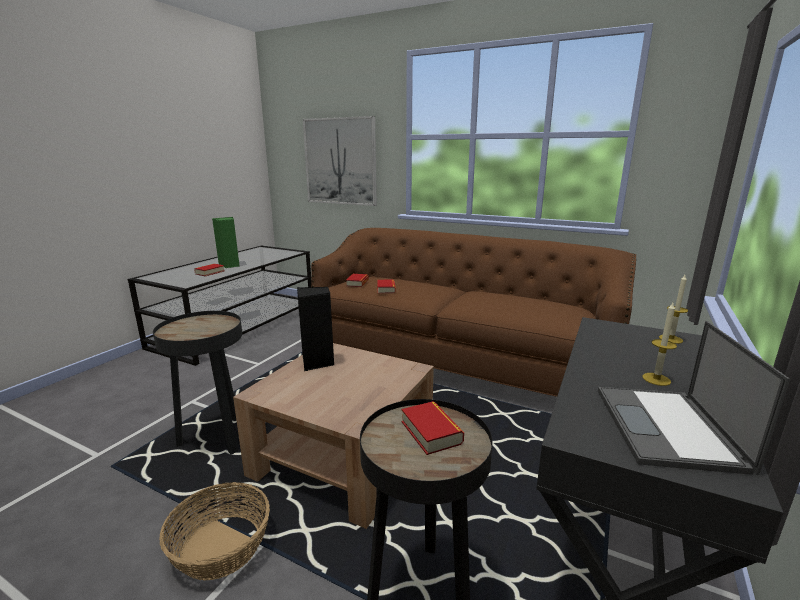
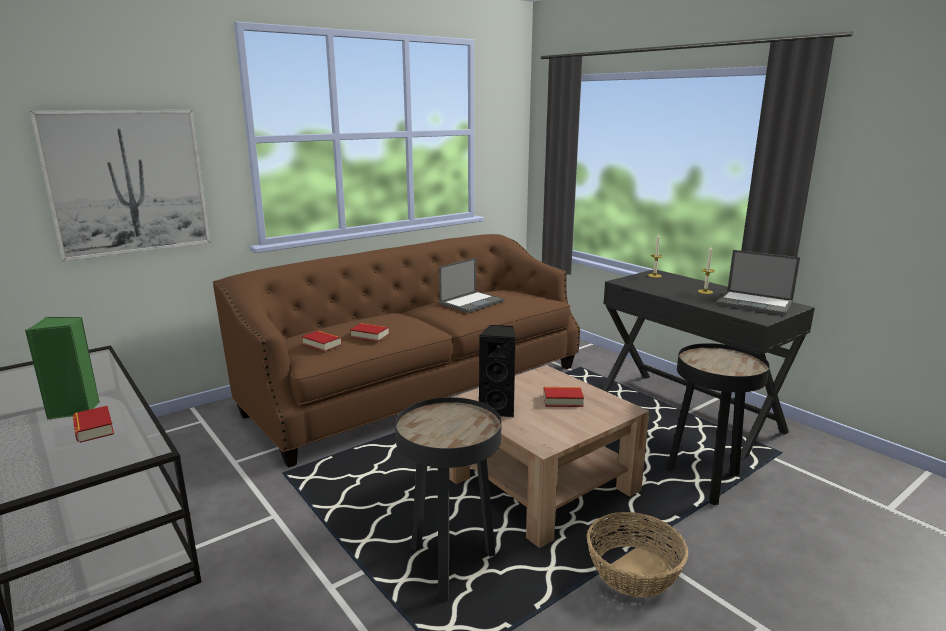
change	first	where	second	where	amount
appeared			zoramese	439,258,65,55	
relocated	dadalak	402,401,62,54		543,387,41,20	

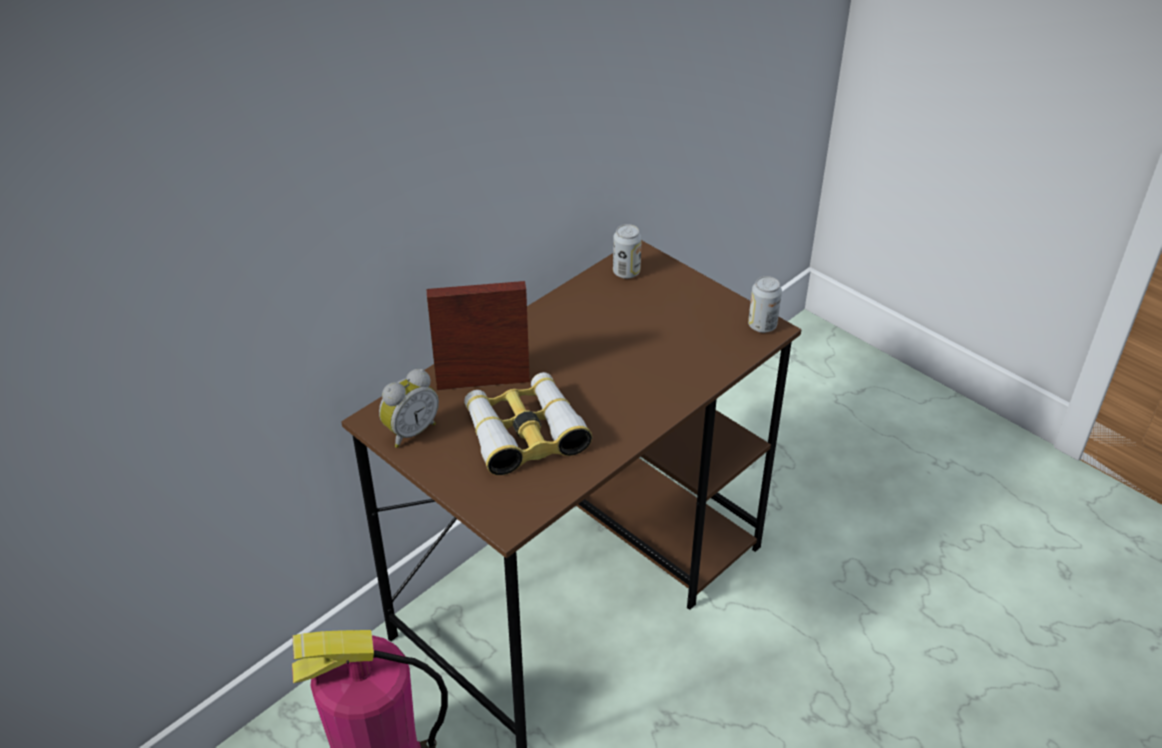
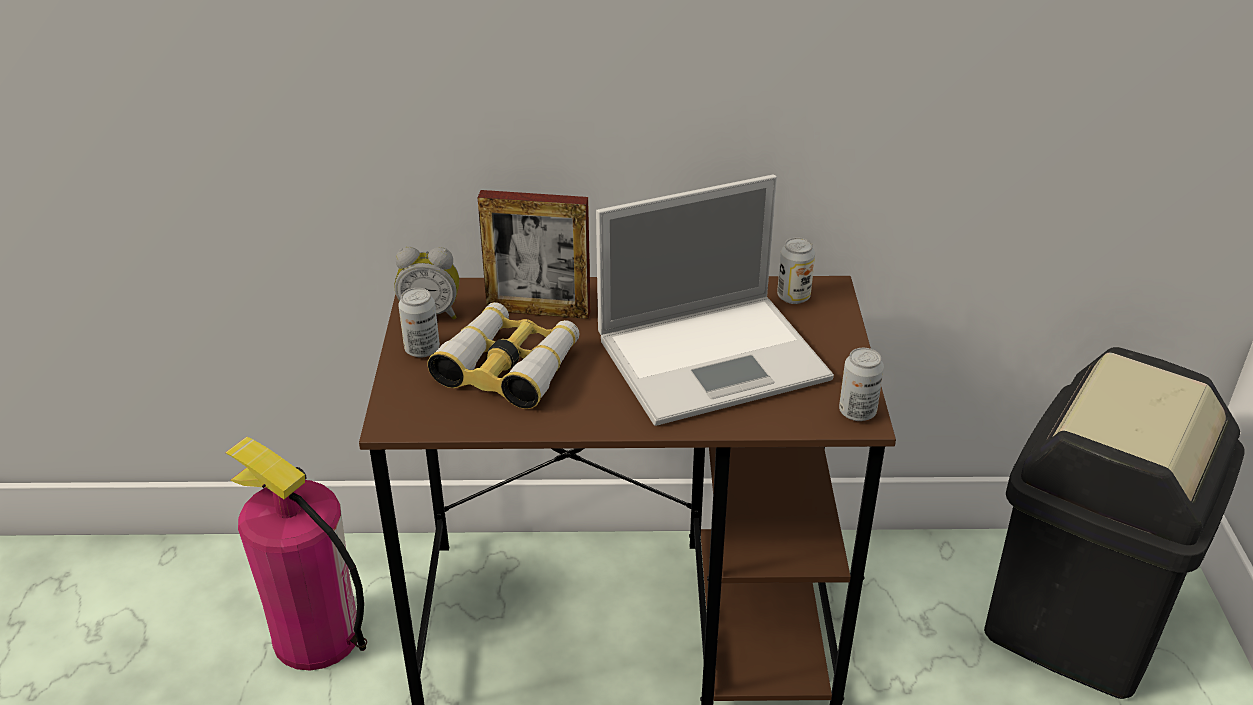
change	first	where	second	where	amount
appeared			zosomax	398,288,42,70	
spun	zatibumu	426,281,104,109		477,190,114,129	150 degrees clockwise
appeared			zoramese	596,175,238,251	
appeared			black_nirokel	984,347,261,352	

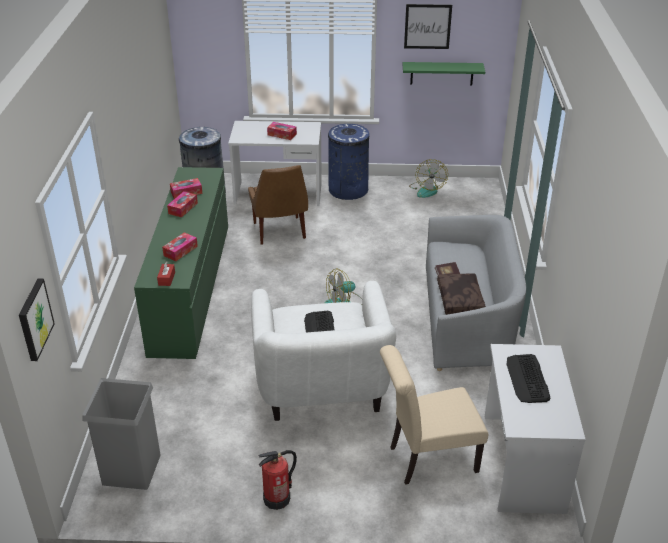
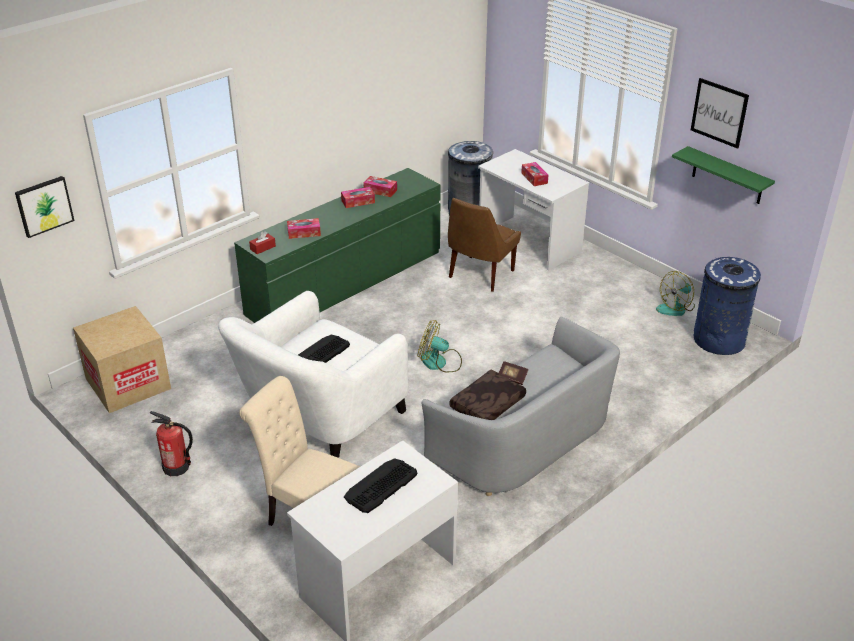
change	first	where	second	where	amount
exchanged	grey_nirokel	82,378,79,112	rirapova	73,306,98,107	
relocated	blue_nirokel	328,124,42,76		694,257,67,98	

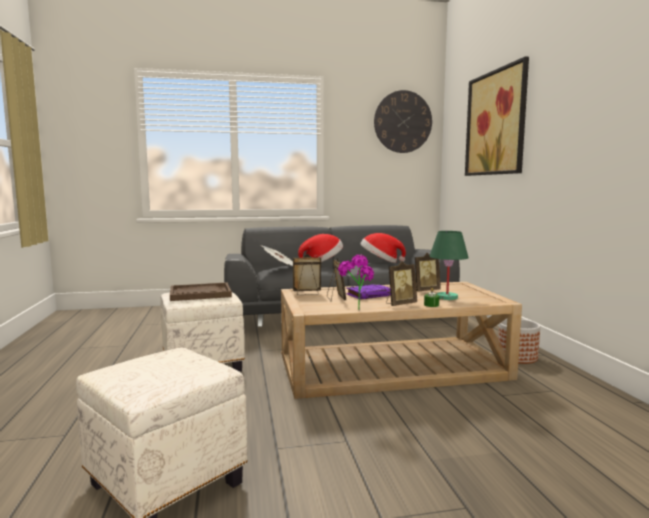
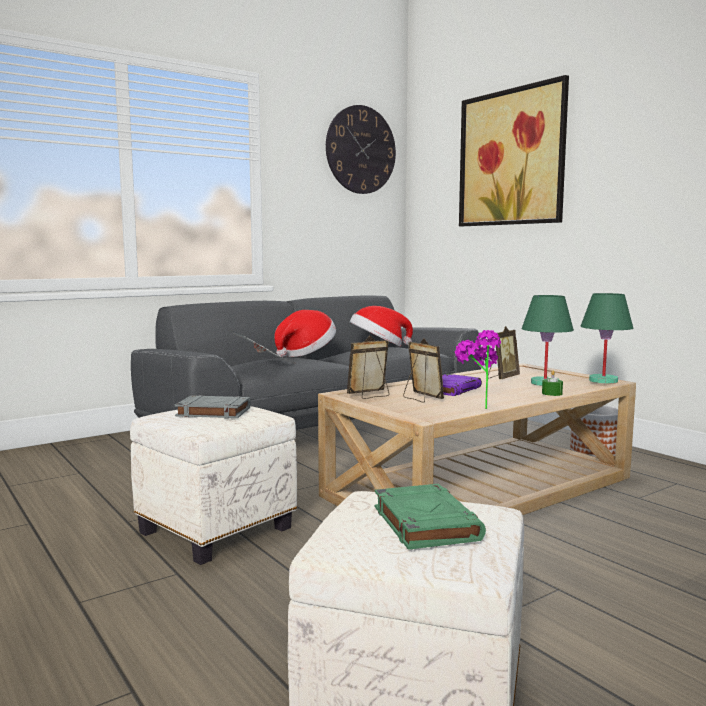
change	first	where	second	where	amount
exchanged	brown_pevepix	170,282,62,19	grey_dadalak	175,395,76,24	
appeared			green_dadalak	375,484,111,66	
appeared			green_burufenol	580,293,53,91	
missing	zatibumu	386,261,31,45			

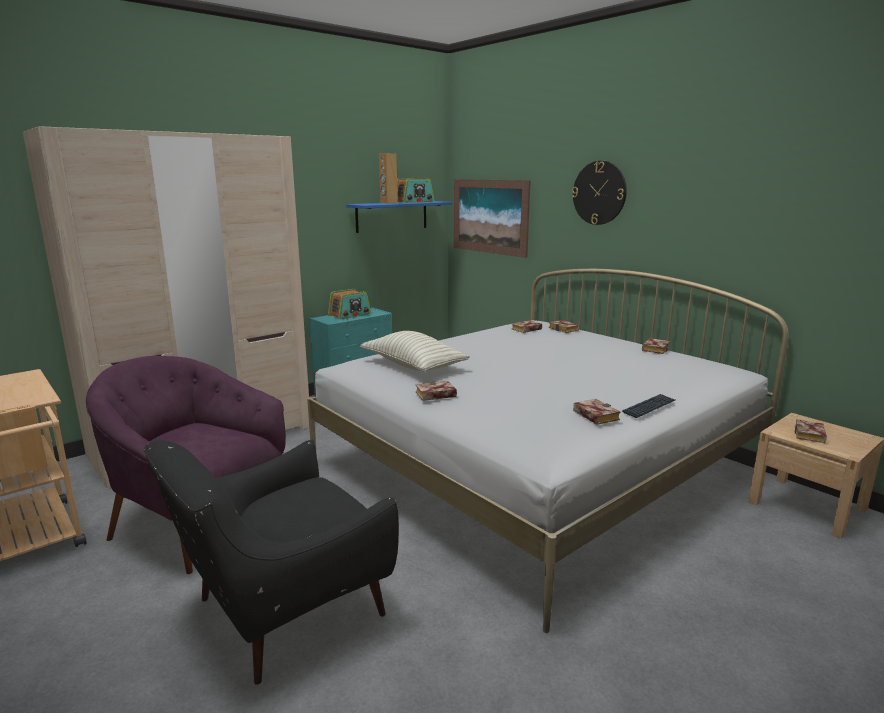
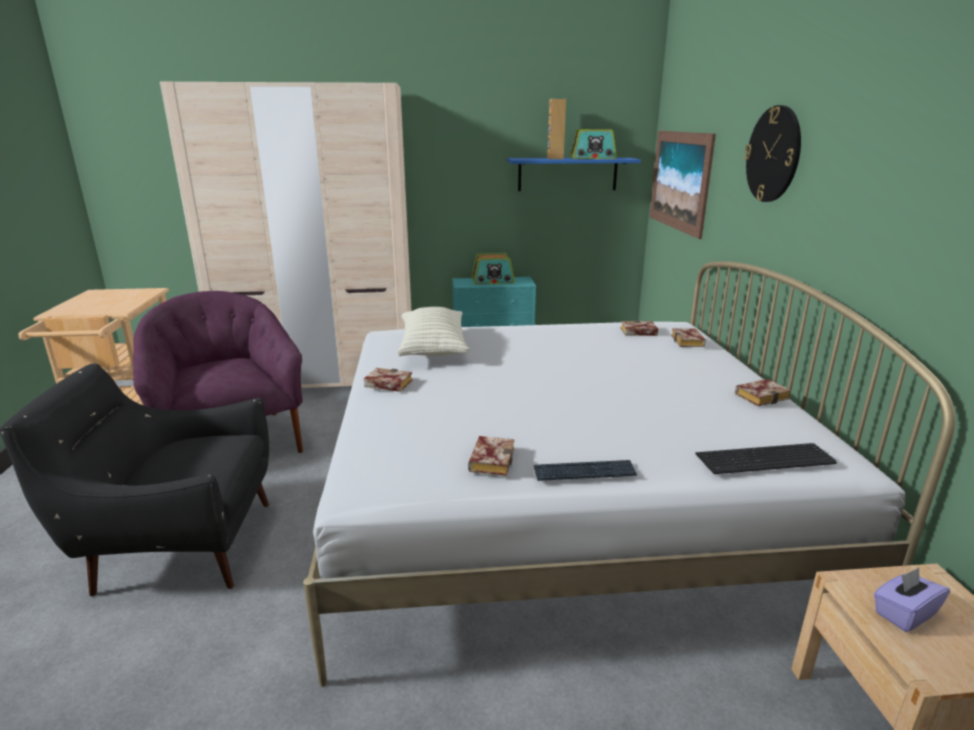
change	first	where	second	where	amount
appeared			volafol	695,443,142,31	
exchanged	dadalak	795,419,32,24	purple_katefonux	874,568,76,64	

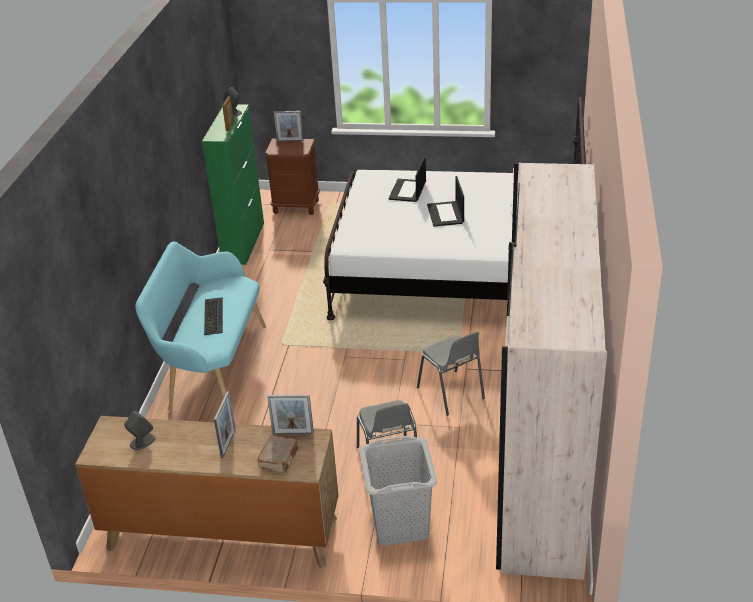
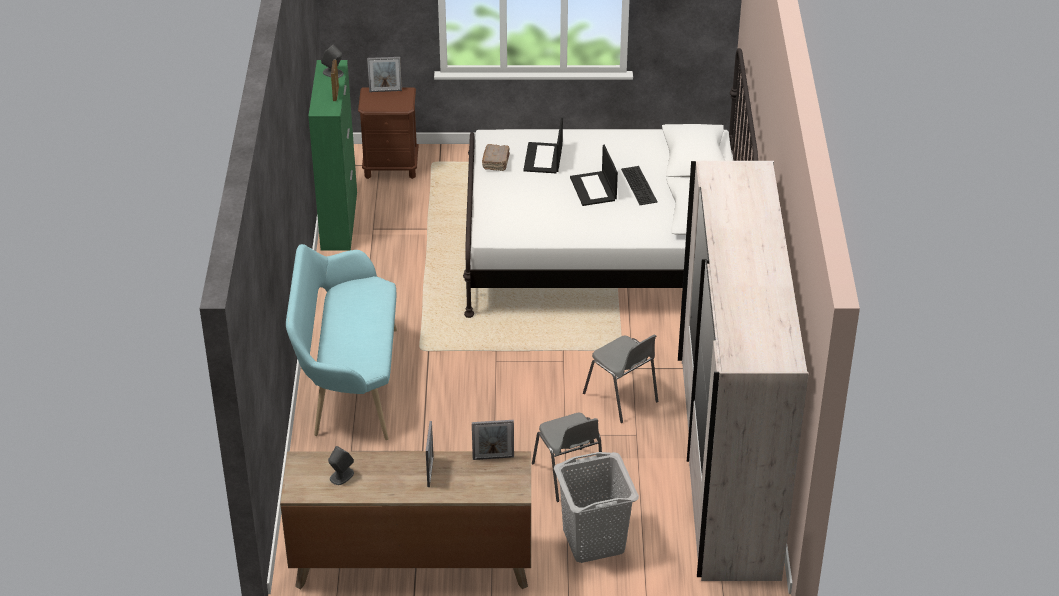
change	first	where	second	where	amount
relocated	brown_dadalak	257,435,41,38		482,144,28,27	
relocated	volafol	204,297,19,38		621,166,37,39	

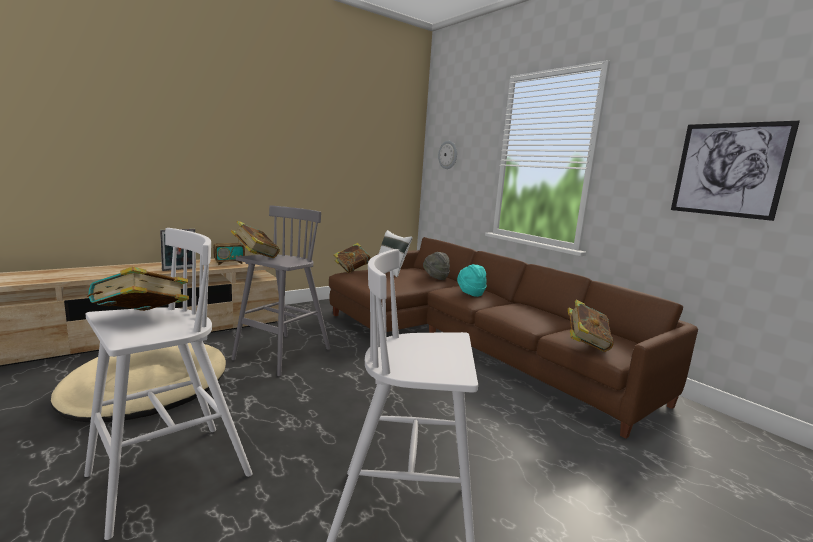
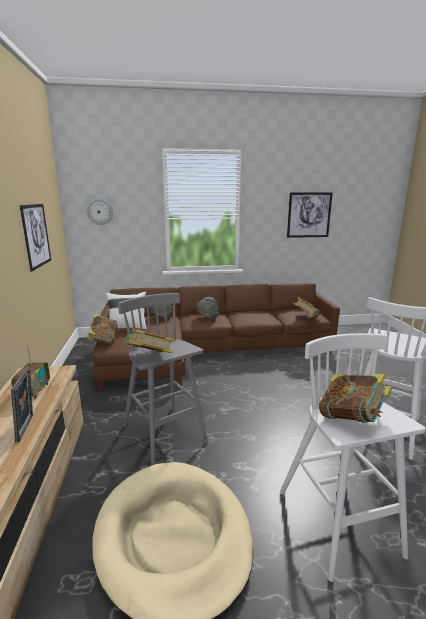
change	first	where	second	where	amount
appeared			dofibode	20,204,31,68	
colour	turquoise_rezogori	457,264,30,33	grey_rezogori	196,297,23,22	

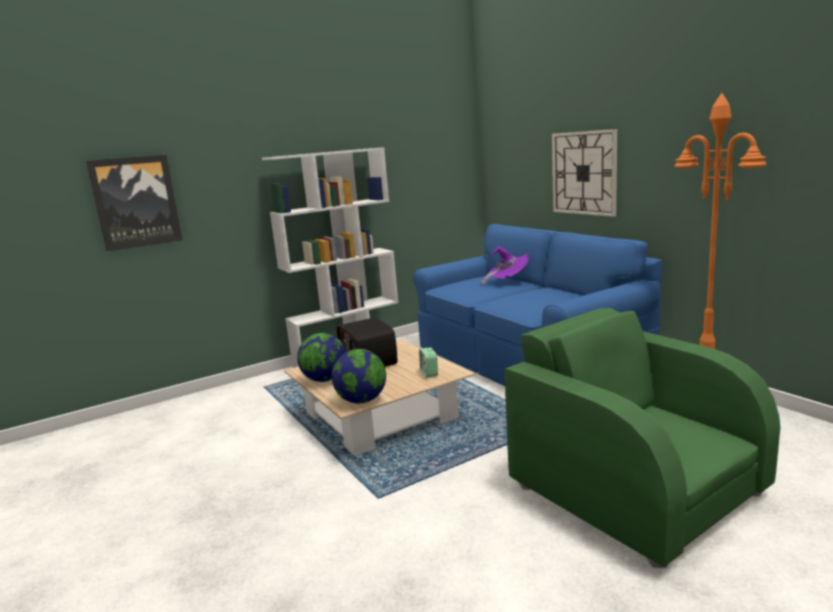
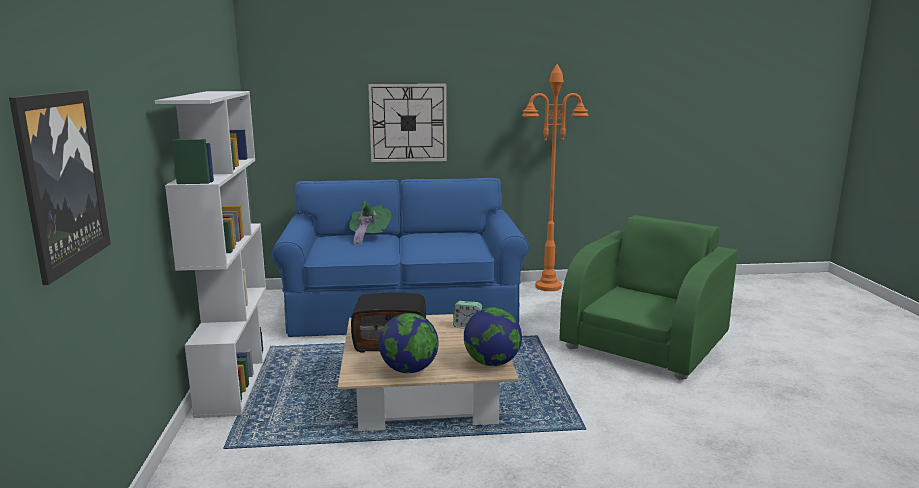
change	first	where	second	where	amount
colour	purple_rezogori	480,246,49,40	green_rezogori	349,200,42,45	
spun	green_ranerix	505,308,275,260		560,215,178,165	135 degrees clockwise

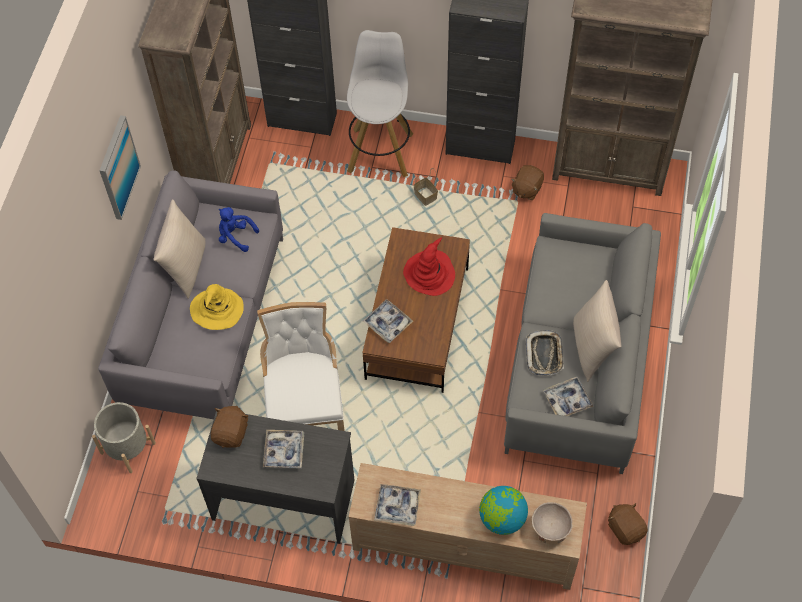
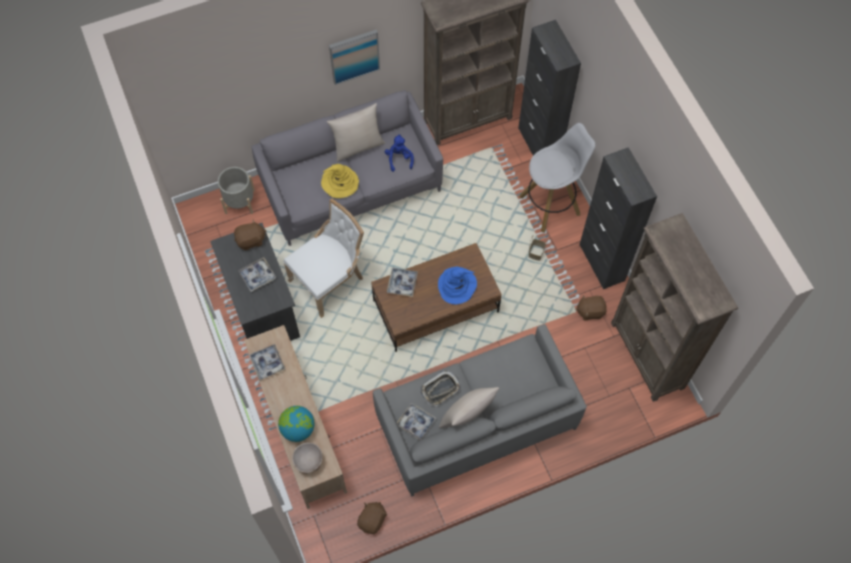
change	first	where	second	where	amount
colour	red_rezogori	403,237,52,59	blue_rezogori	438,267,39,37	

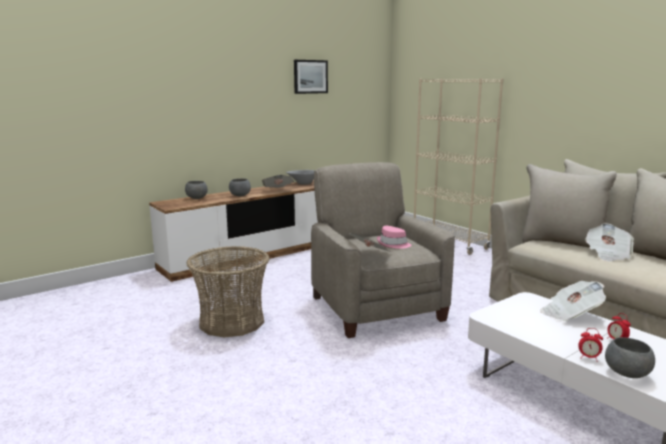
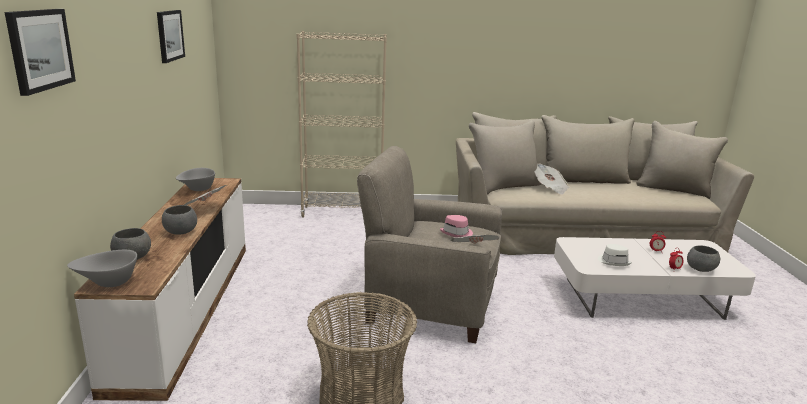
change	first	where	second	where	amount
appeared			dofibode	5,9,71,87	
appeared			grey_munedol	67,250,70,37	
appeared			white_rezogori	598,244,34,22	
missing	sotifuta	540,281,66,40			

